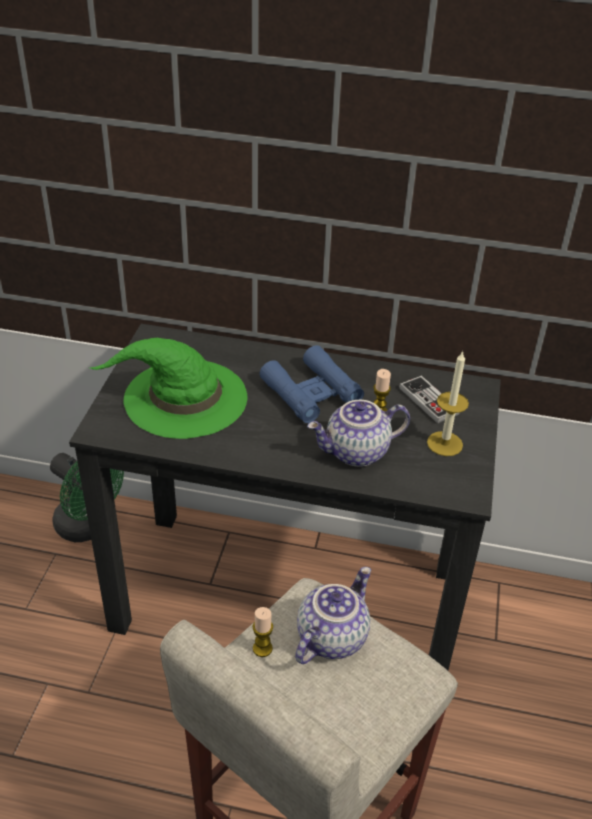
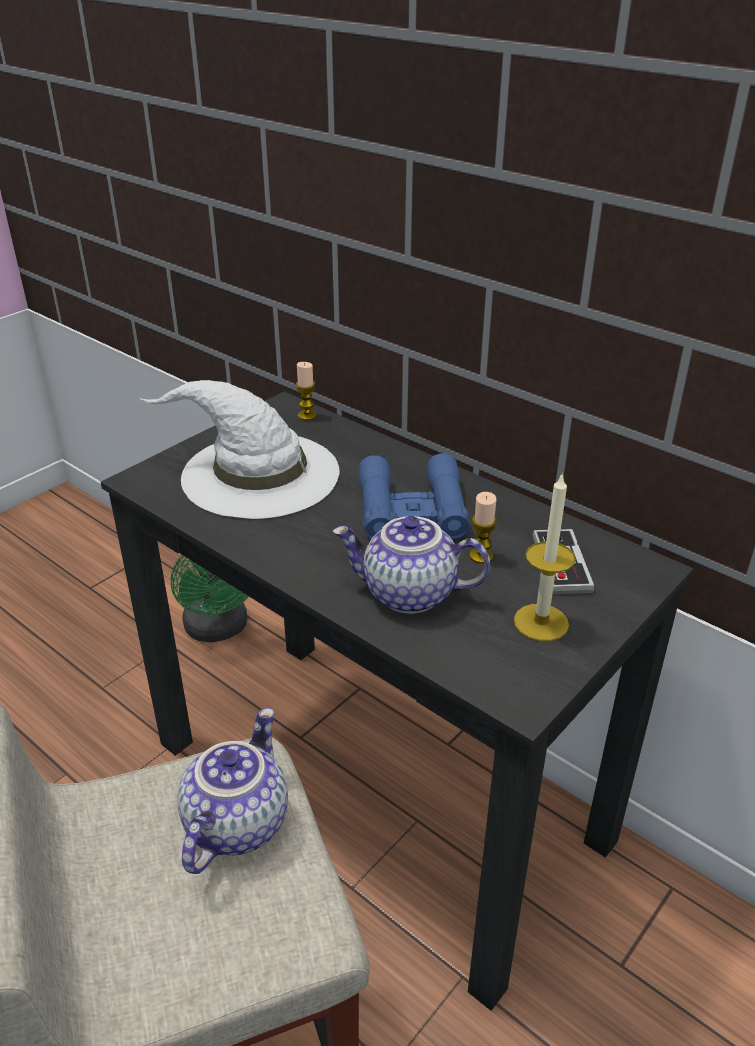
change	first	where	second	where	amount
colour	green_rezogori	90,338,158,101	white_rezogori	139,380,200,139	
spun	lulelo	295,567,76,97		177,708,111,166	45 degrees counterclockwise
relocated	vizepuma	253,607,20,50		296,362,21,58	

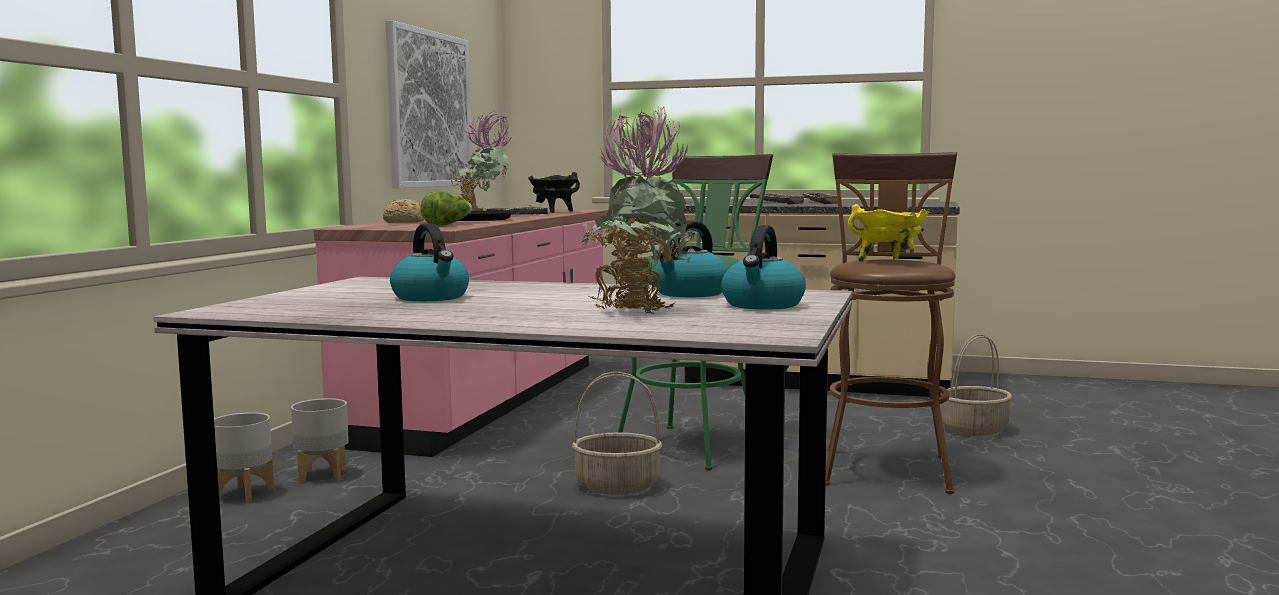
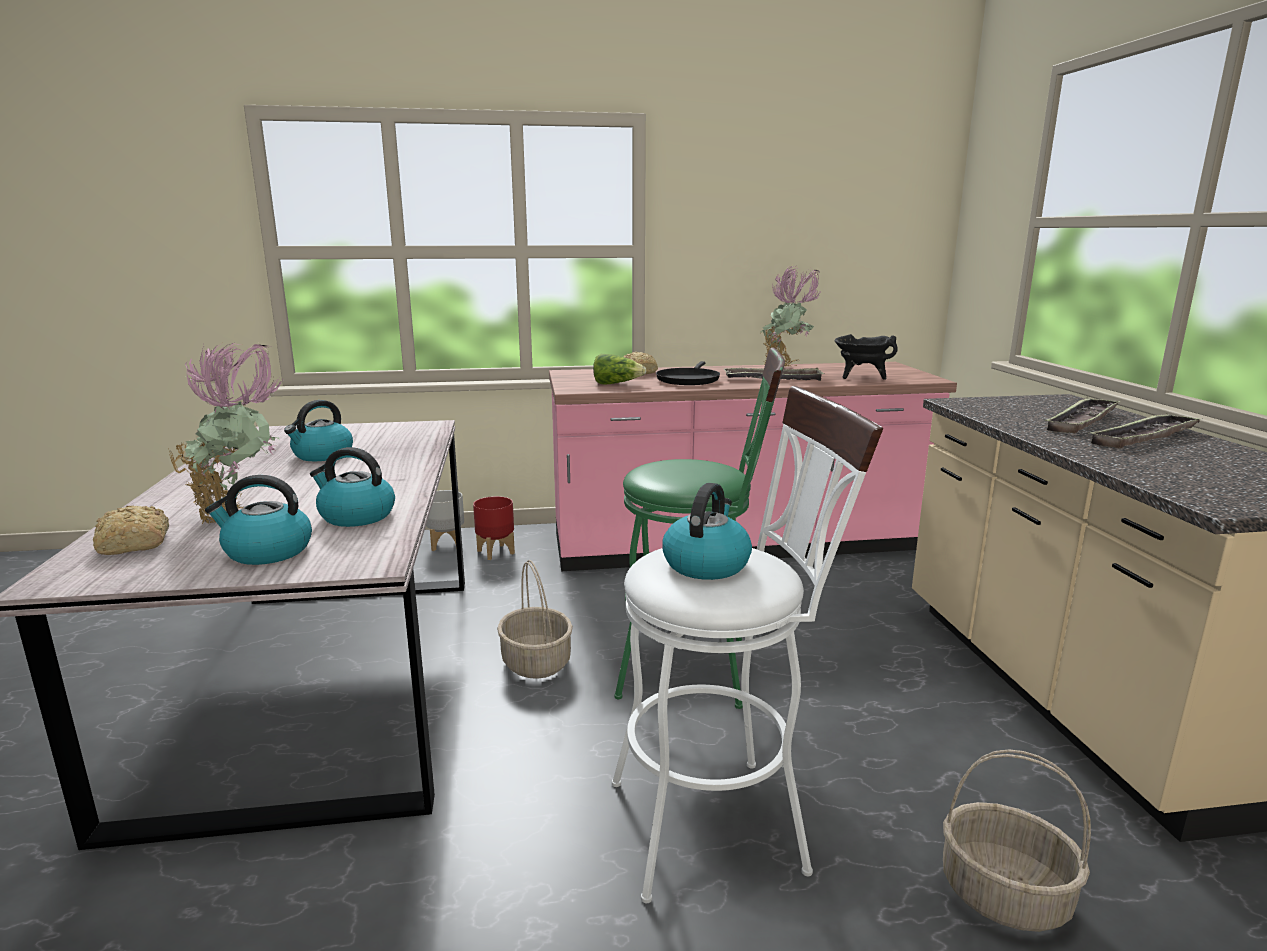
change	first	where	second	where	amount
appeared			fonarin	93,506,76,49	
colour	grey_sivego	291,398,58,85	red_sivego	473,496,42,64	
colour	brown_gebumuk	825,152,132,342	white_gebumuk	612,386,271,517	
exchanged	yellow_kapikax	848,204,81,58	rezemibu	662,483,90,97	
missing	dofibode	386,20,87,168			

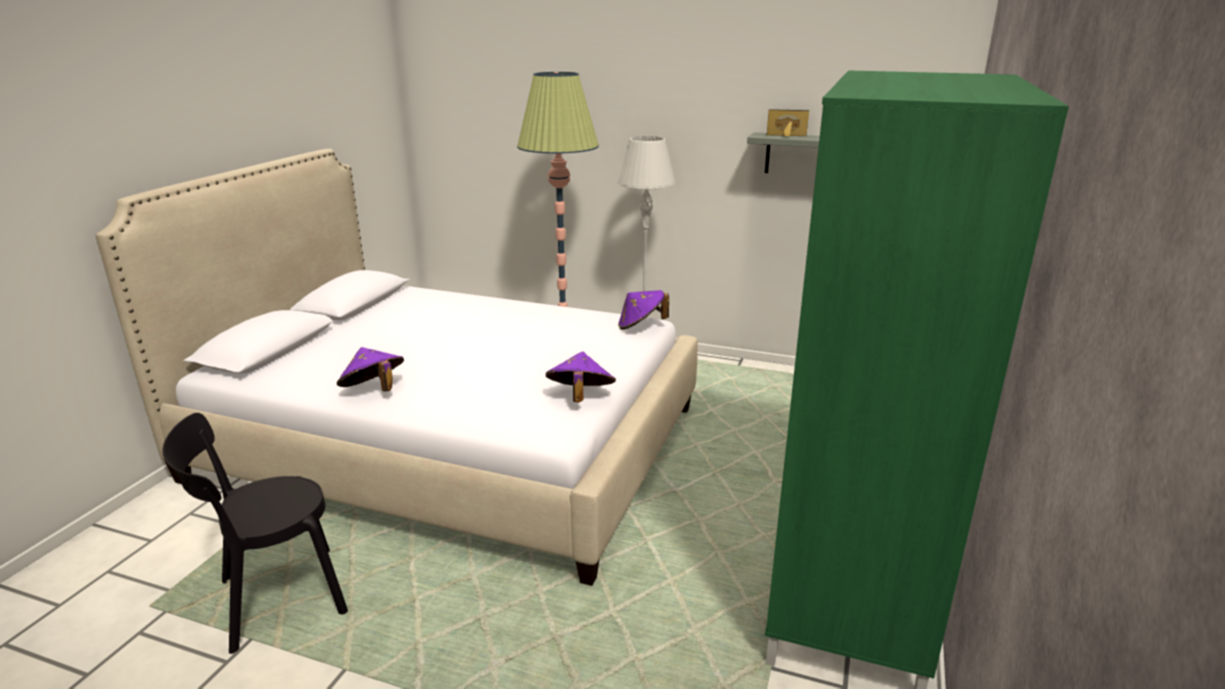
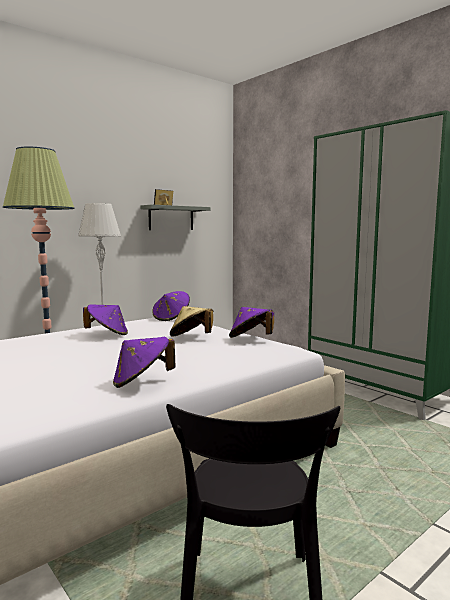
change	first	where	second	where	amount
appeared			purple_rezogori	83,304,45,31	
appeared			beige_rezogori	170,306,43,31	

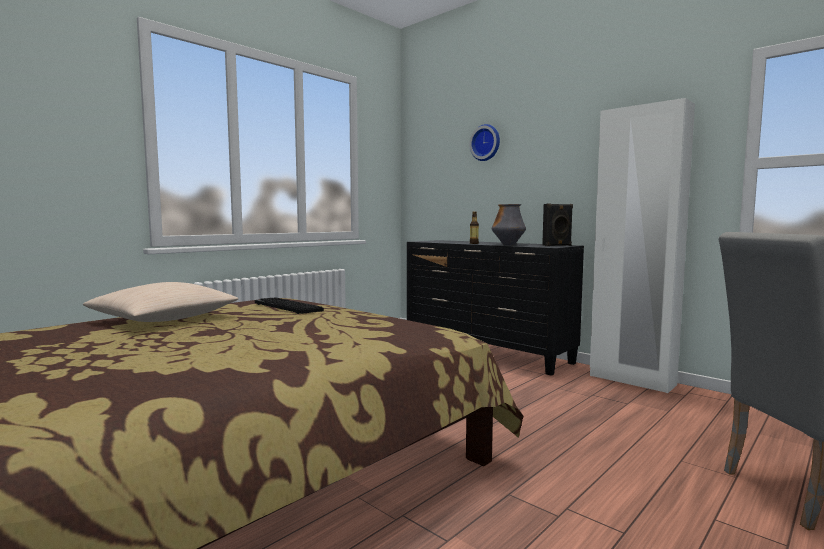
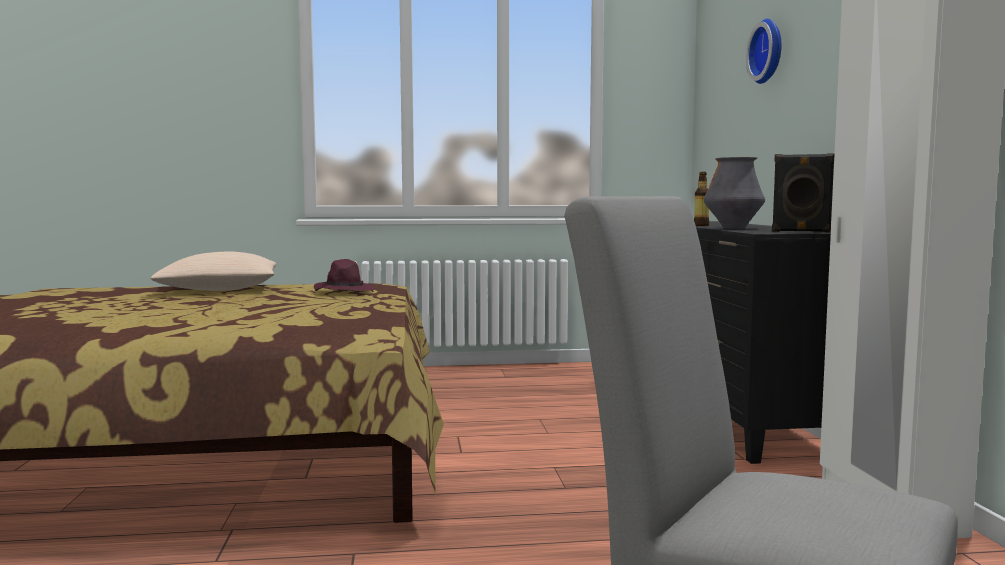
change	first	where	second	where	amount
exchanged	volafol	255,297,69,17	purple_rezogori	314,259,59,33	

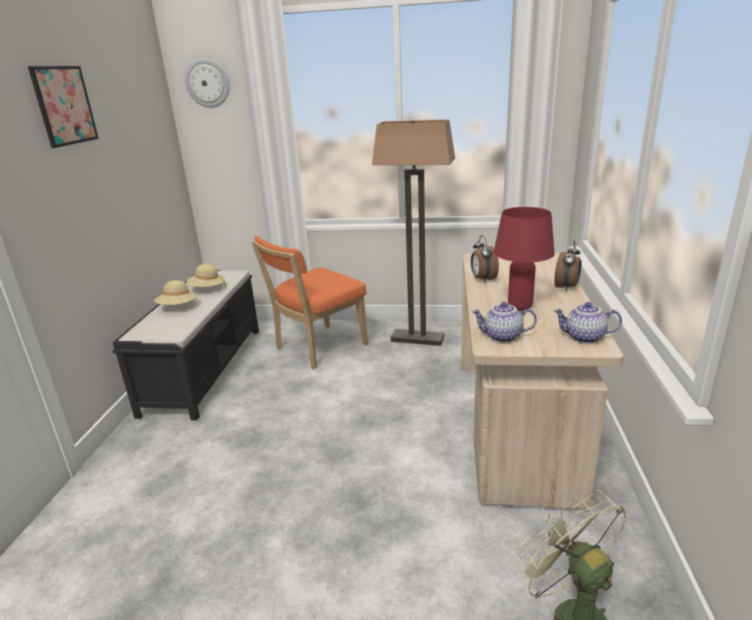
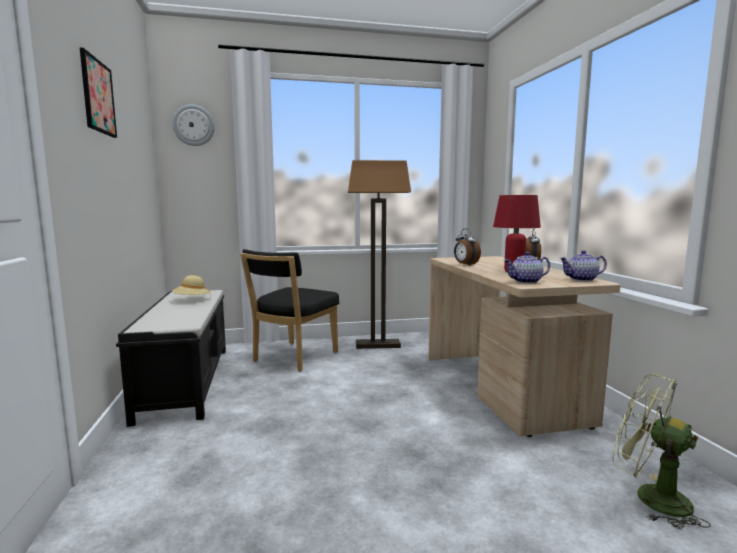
change	first	where	second	where	amount
colour	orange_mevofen	251,236,117,133	black_mevofen	240,249,99,122	
missing	beige_rezogori	154,280,43,25			

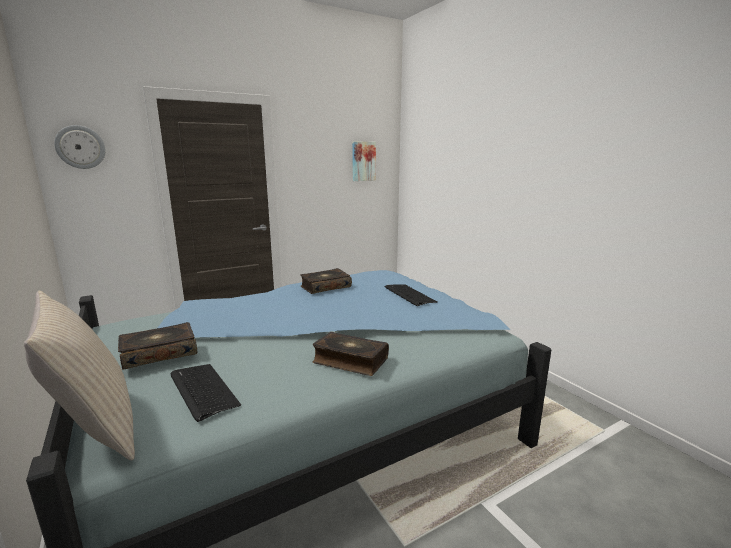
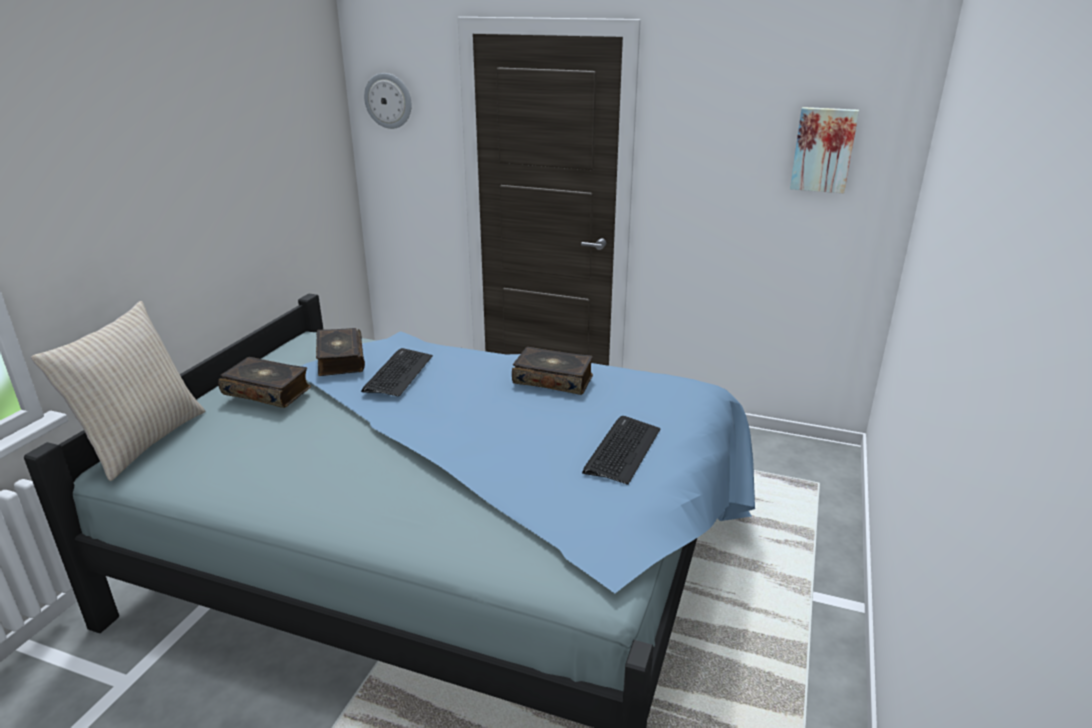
change	first	where	second	where	amount
relocated	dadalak	313,332,76,44		316,328,49,48	
relocated	volafol	171,364,70,58		361,348,72,49	

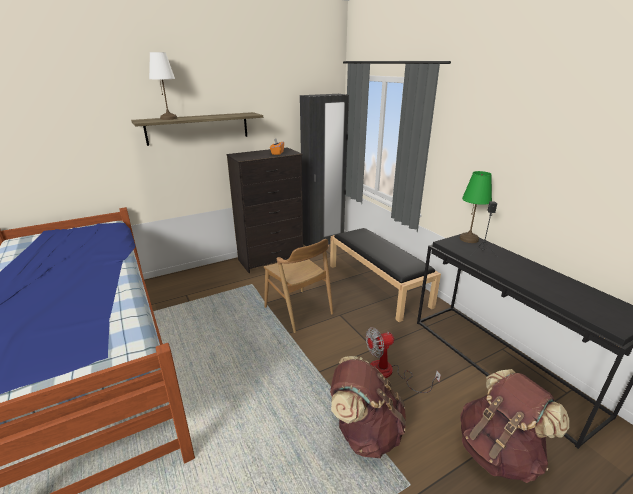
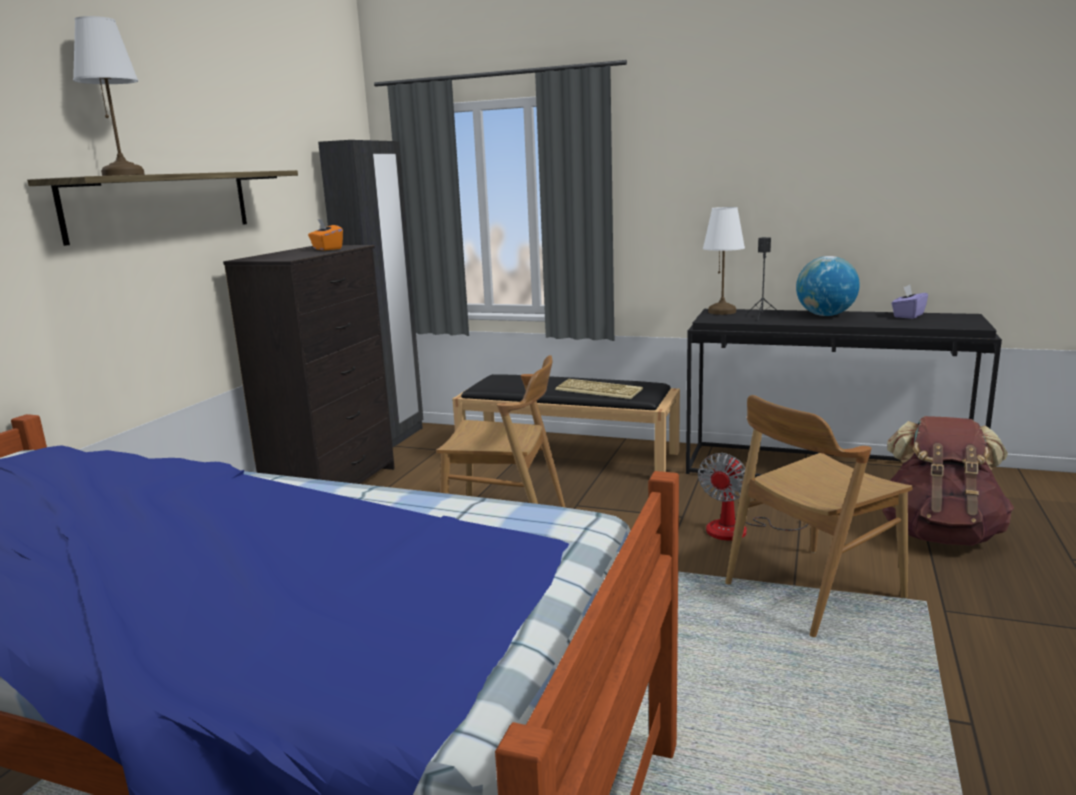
change	first	where	second	where	amount
appeared			volafol	555,379,88,20	
colour	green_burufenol	460,171,32,72	white_burufenol	703,207,42,108	
exchanged	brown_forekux	330,356,76,102	brown_mevofen	725,395,188,242	
appeared			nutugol	796,256,64,60	
appeared			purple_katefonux	891,285,37,34	

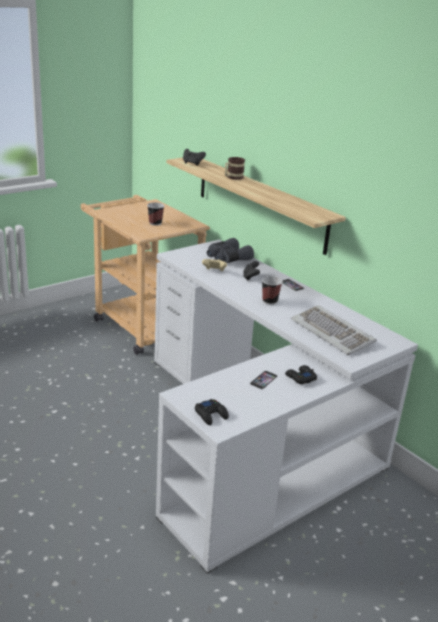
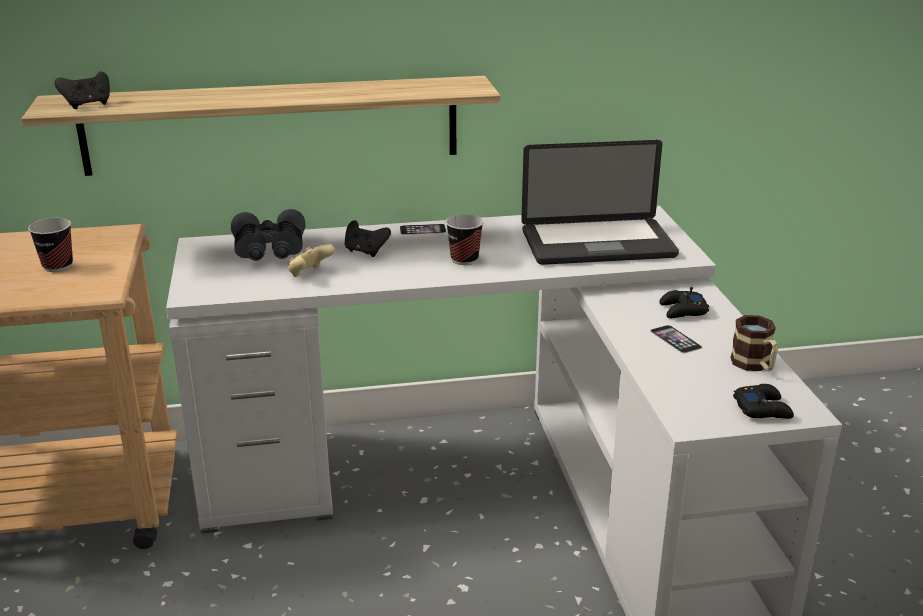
change	first	where	second	where	amount
exchanged	volafol	291,305,86,50	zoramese	521,140,158,125	
relocated	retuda	225,157,20,23		730,315,48,56	

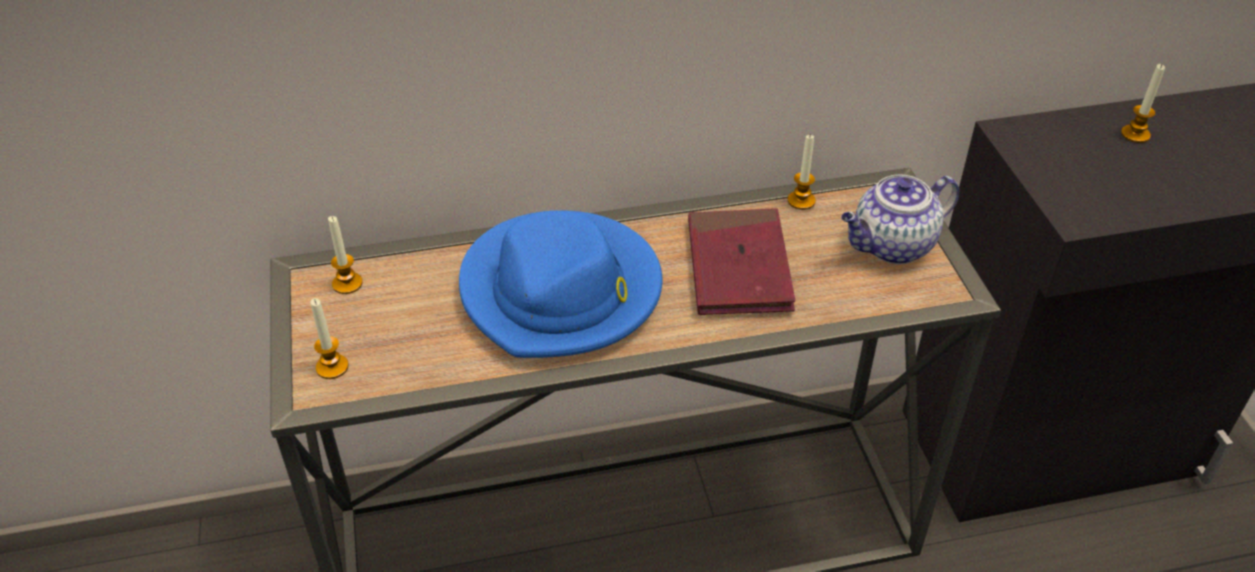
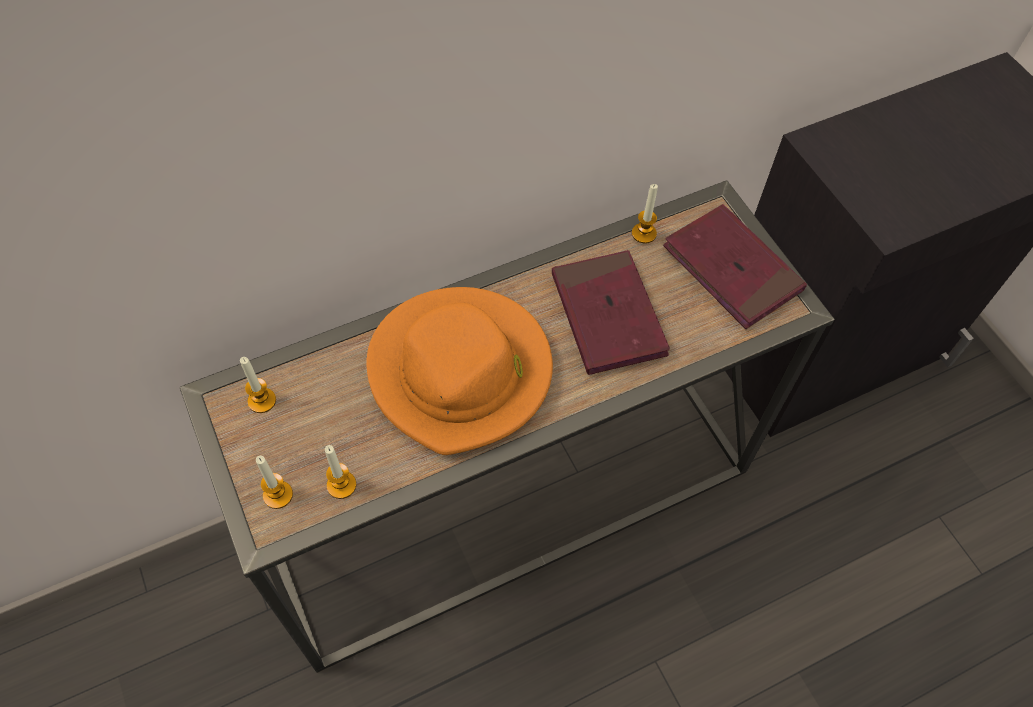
change	first	where	second	where	amount
relocated	vizepuma	1121,64,44,79		325,445,31,54	
colour	blue_rezogori	459,210,203,148	orange_rezogori	366,287,187,168	
exchanged	lulelo	841,174,118,91	red_dadalak	663,204,144,125	

